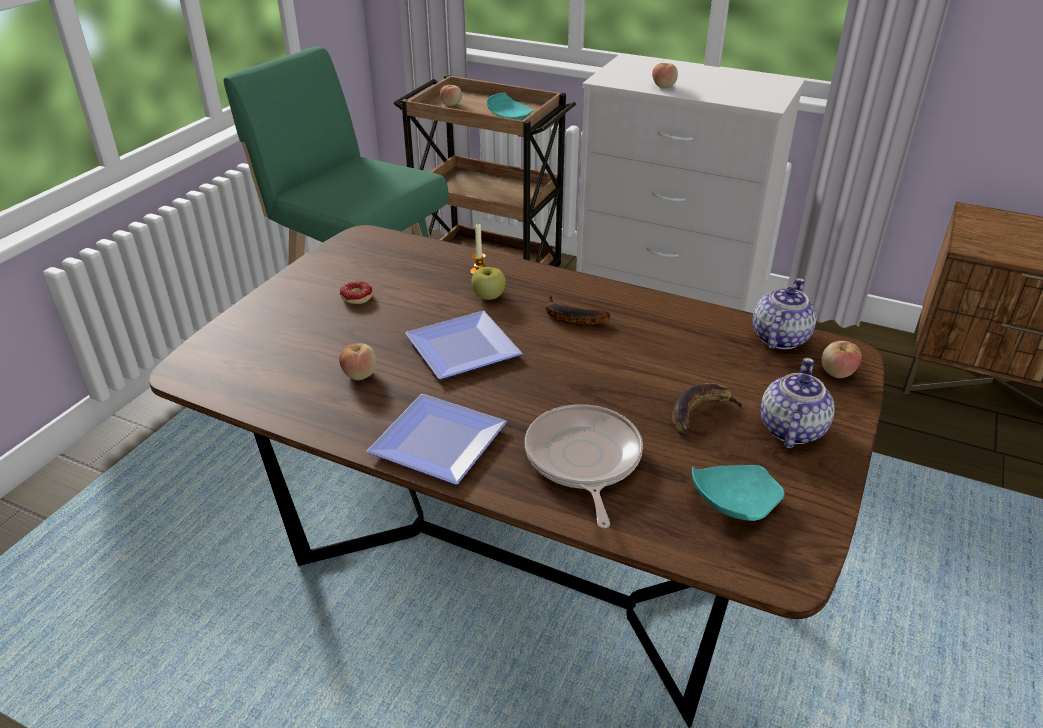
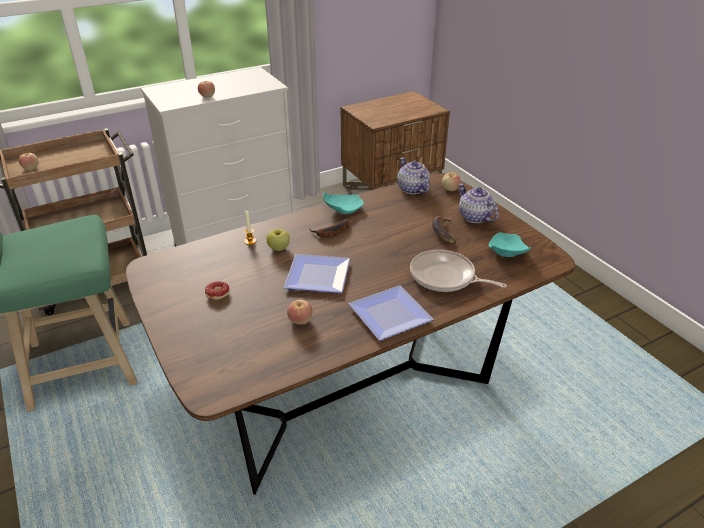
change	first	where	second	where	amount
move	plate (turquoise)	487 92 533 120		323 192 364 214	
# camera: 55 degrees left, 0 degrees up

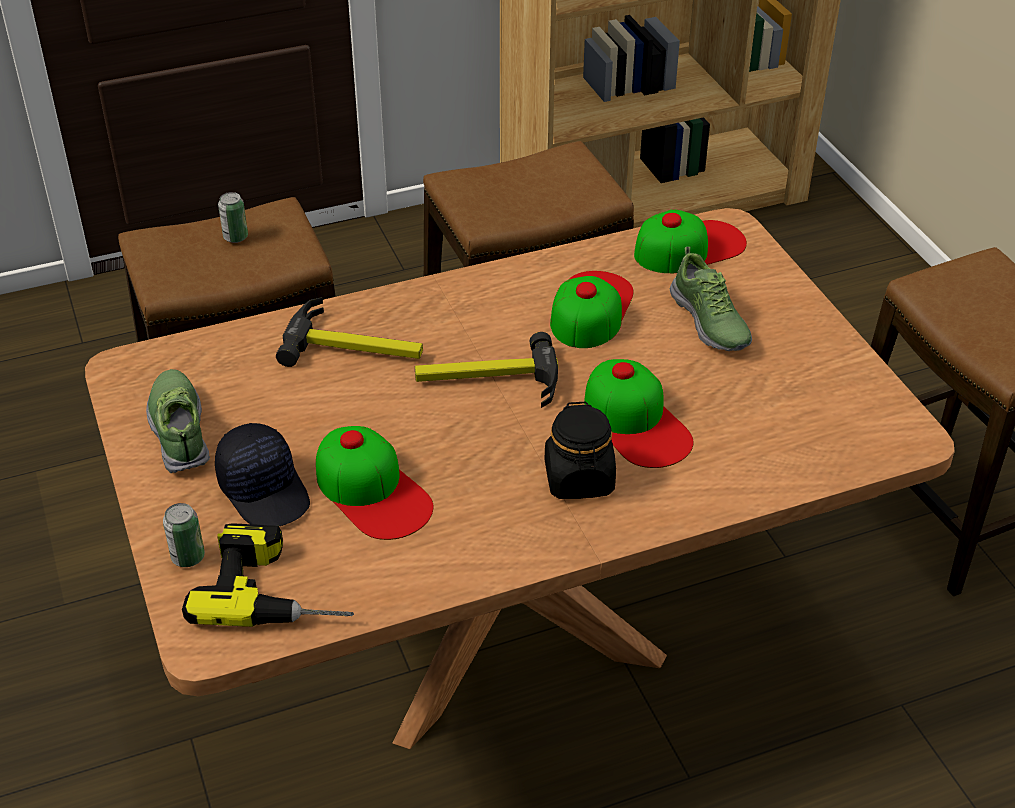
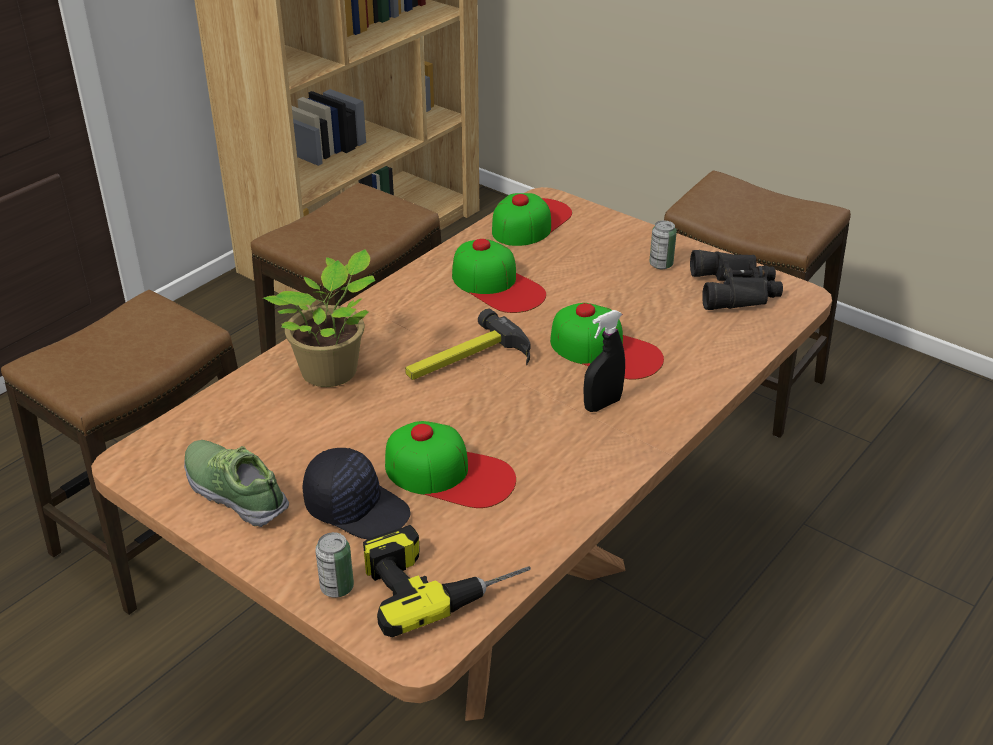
change	first	where	second	where	amount
move	can	218 192 248 243		649 221 677 269	
delete	shoe	670 247 752 351			
rotate	cap	550 271 633 348		452 239 546 313	150 degrees clockwise
replace	hammer	276 297 423 367	potted plant	263 249 376 387	
replace	jar (black)	545 401 616 499	spray bottle (black)	584 310 625 412	
insert			binoculars (black)	690 250 783 310	
# camera: 30 degrees left, 5 degrees down

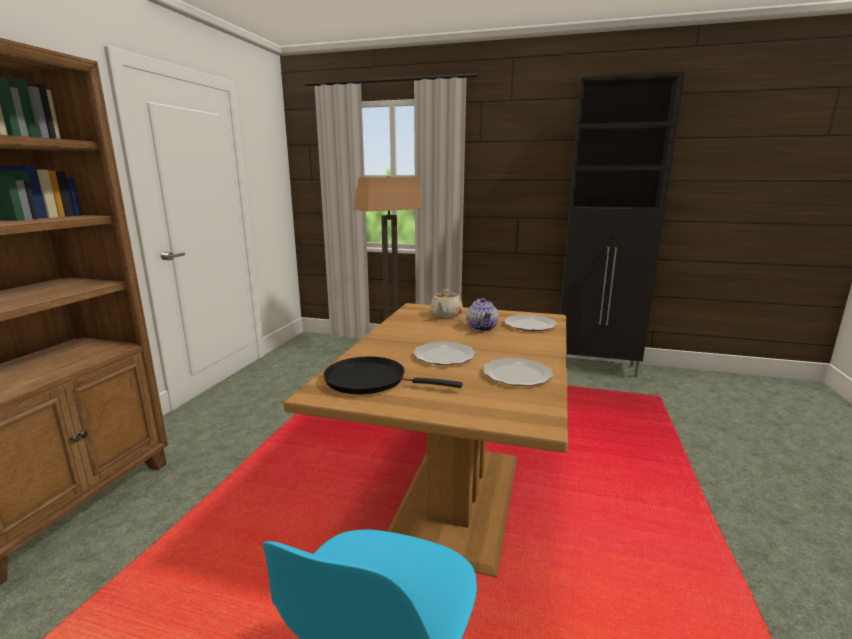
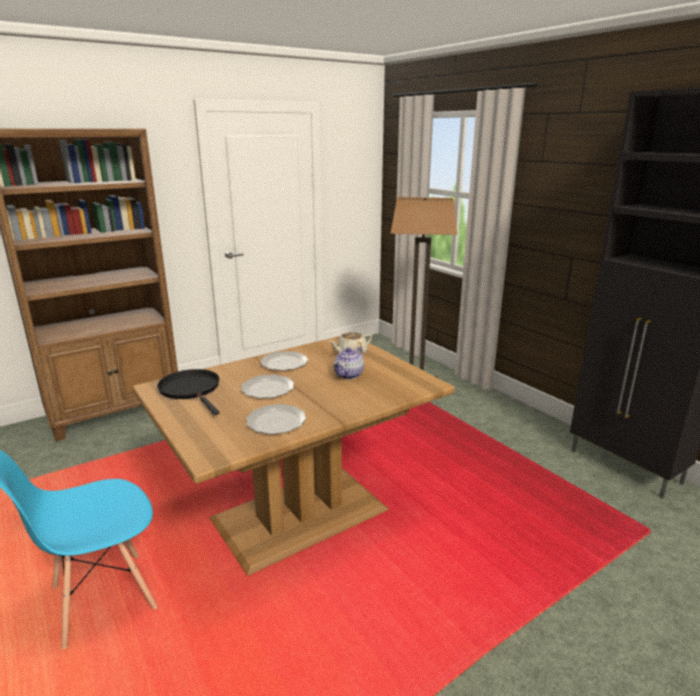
change	first	where	second	where	amount
move	plate	504 315 557 331		260 351 308 371	
# camera: 40 degrees right, 5 degrees up

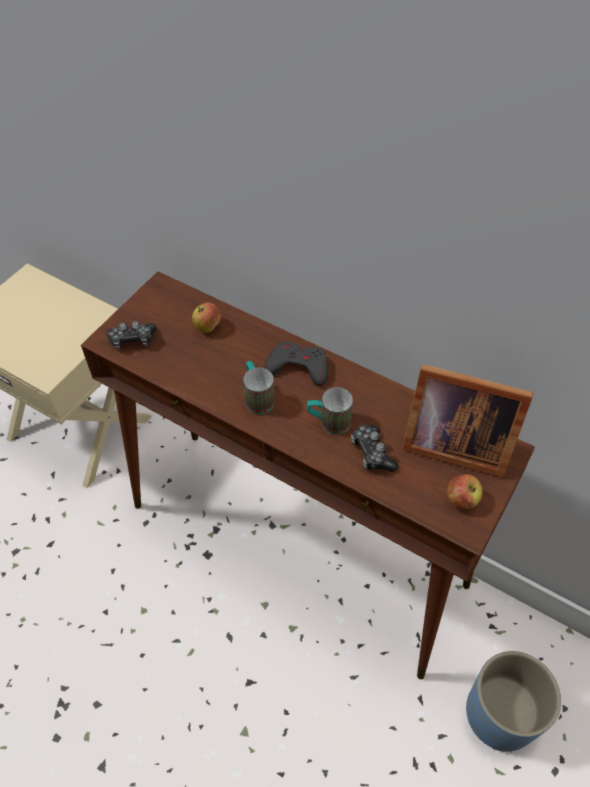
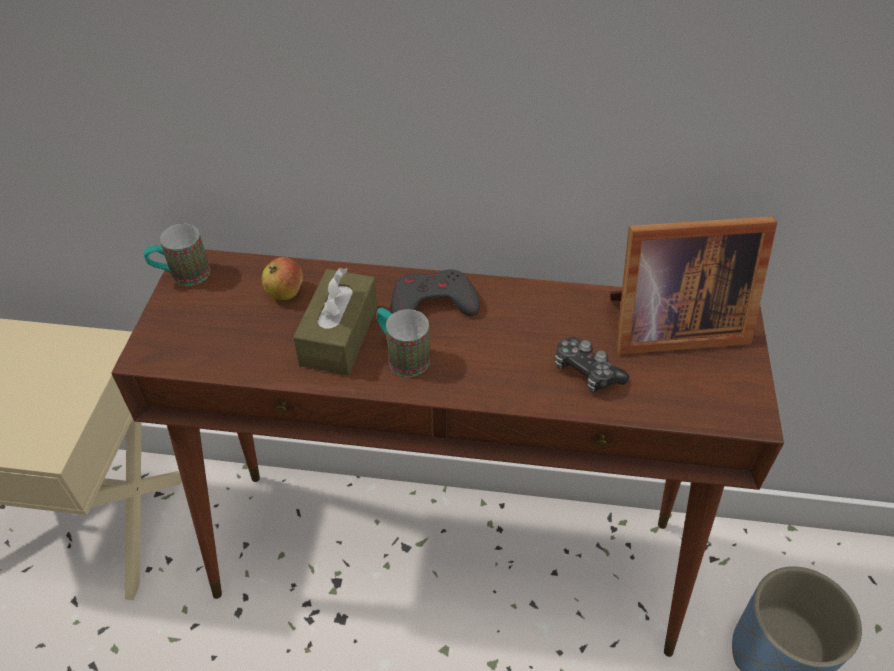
change	first	where	second	where	amount
delete	game controller	106 321 157 350			
move	mug	307 387 353 435		143 223 210 286	
delete	apple	447 474 483 509			
insert			tissue box (brown)	293 268 377 375	
# camera: 25 degrees left, 5 degrees down

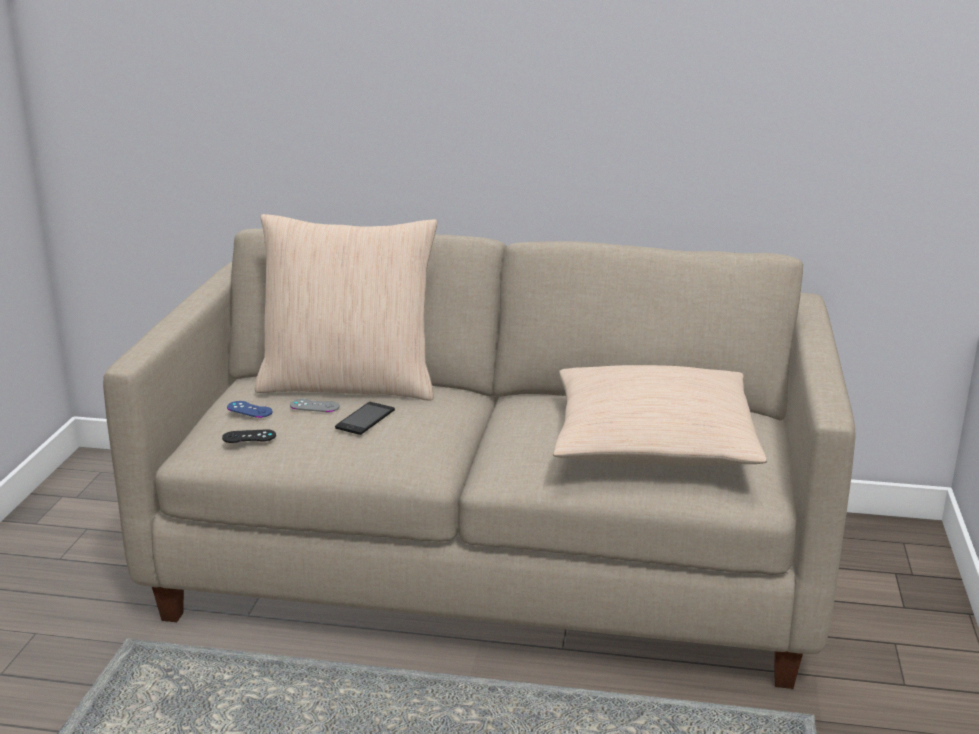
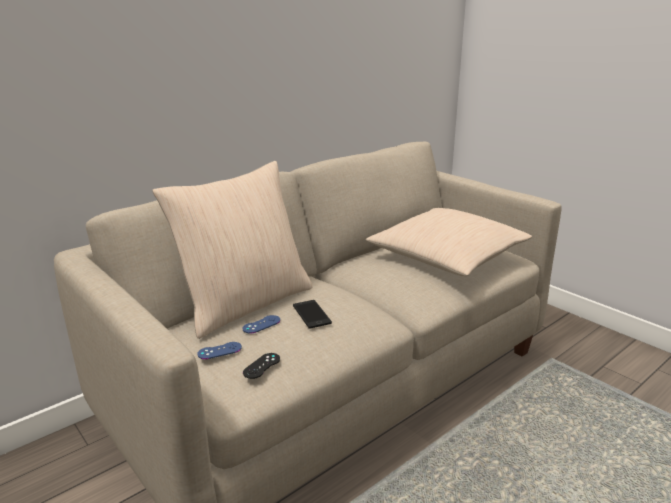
change	first	where	second	where	amount
recolor	game controller (grey)	290 399 340 412	game controller (blue)	242 315 280 334	
# camera: 50 degrees left, 0 degrees up

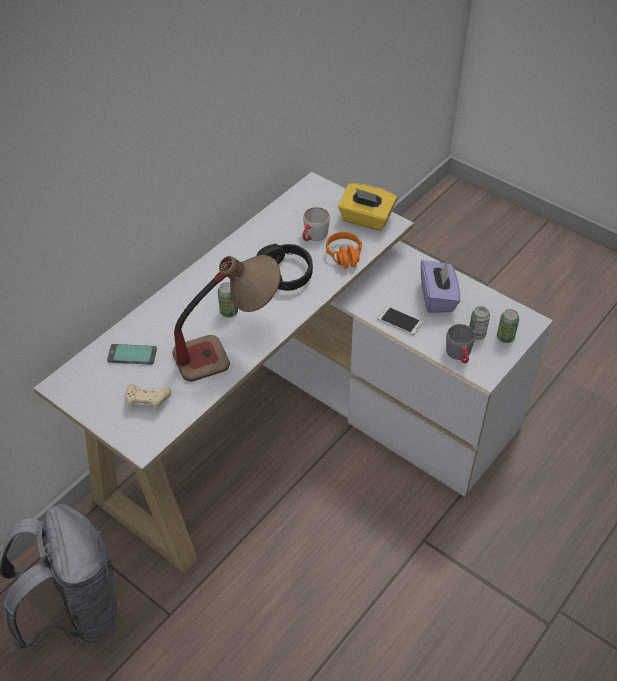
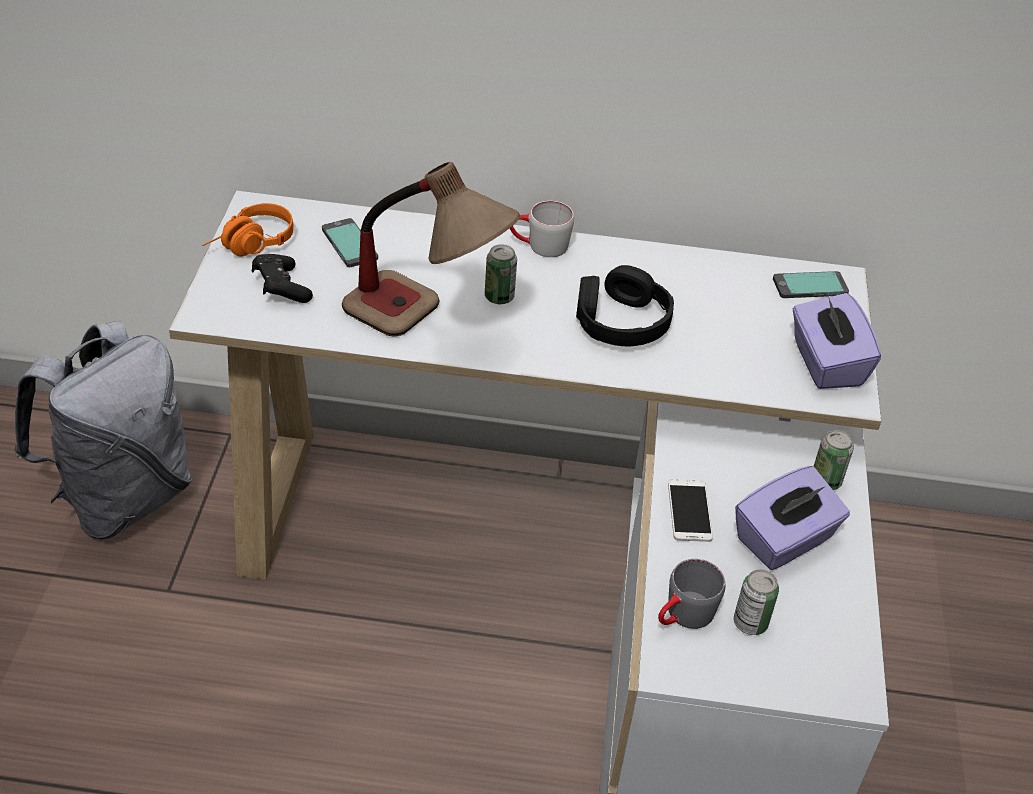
change	first	where	second	where	amount
recolor	tissue box (yellow)	338 183 397 231	tissue box (purple)	793 293 881 389	
move	mug (grey)	302 207 330 241		510 201 574 257	
move	headphones (orange)	326 232 362 274		202 203 293 257	
move	can	497 309 519 343		814 429 854 490	
recolor	game controller (beige)	125 384 171 410	game controller (black)	252 254 313 303	
insert			phone	773 271 849 298	
# camera: 55 degrees right, 5 degrees down

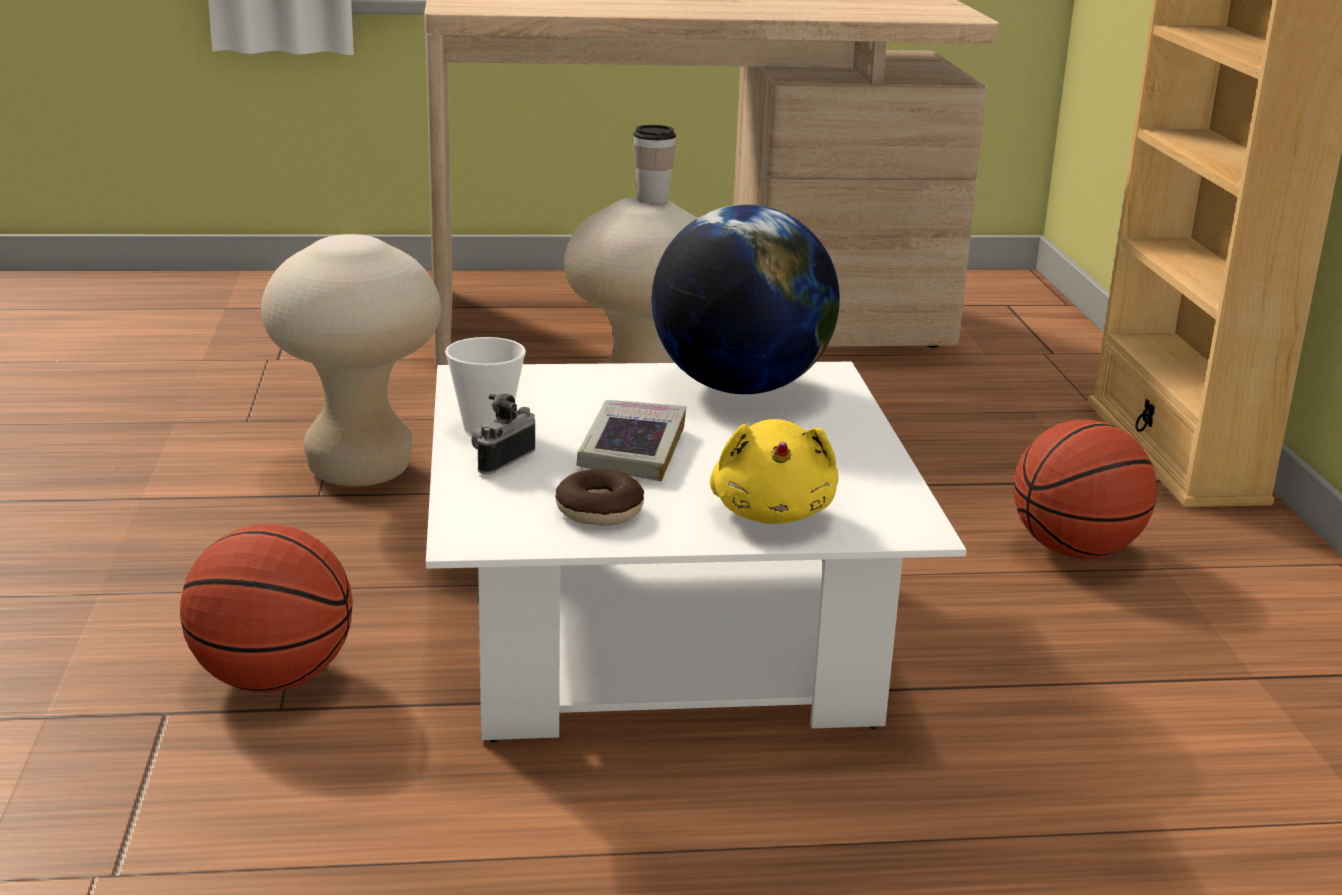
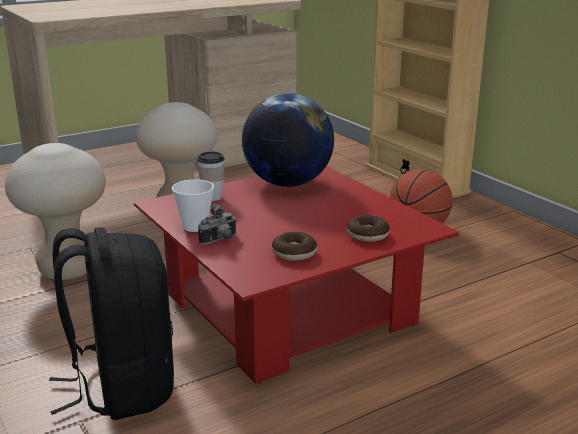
change	first	where	second	where	amount
move	cup	633 125 676 204		197 152 224 201	
recolor	coffee table (white)	426 362 966 743	coffee table (red)	134 166 459 384	
rotate	photo camera	472 393 535 474		198 204 237 245	135 degrees counterclockwise
delete	book	576 400 686 481			
replace	plush toy (yellow)	710 419 839 524	donut	347 215 390 242	
replace	basketball	180 524 353 692	backpack (black)	49 227 174 420	
# camera: 25 degrees left, 0 degrees up

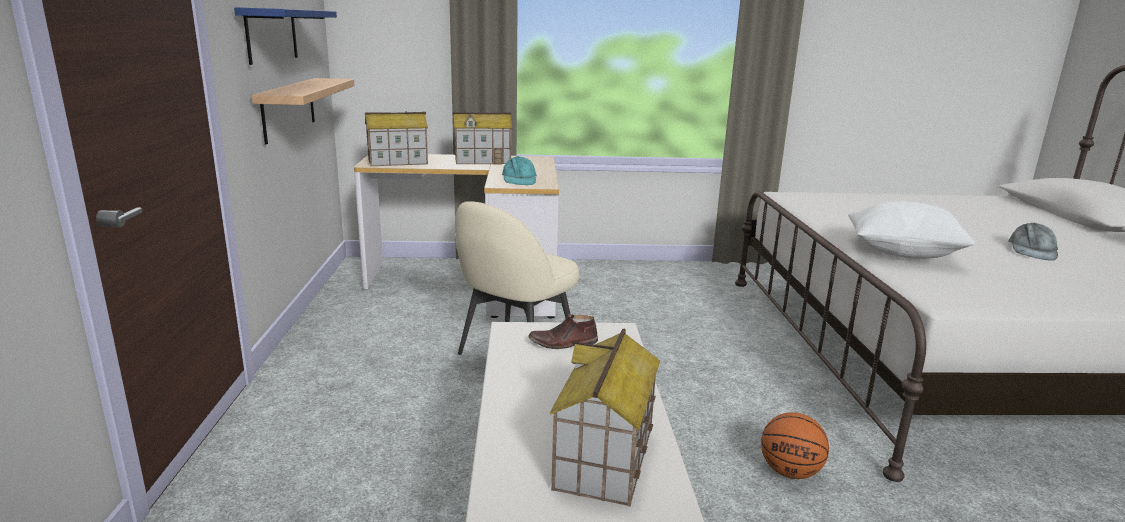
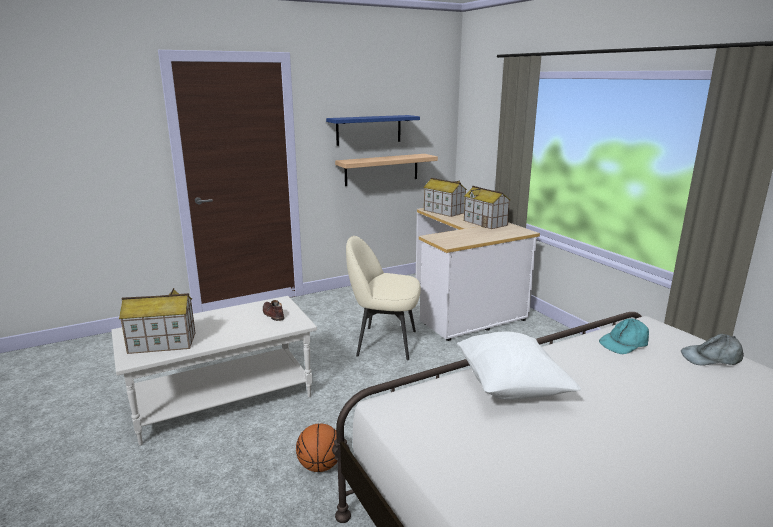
change	first	where	second	where	amount
move	cap (turquoise)	502 156 537 185		599 319 649 354	
move	cap (grey)	1008 222 1058 261		681 334 744 365	
# camera: 65 degrees right, 0 degrees up

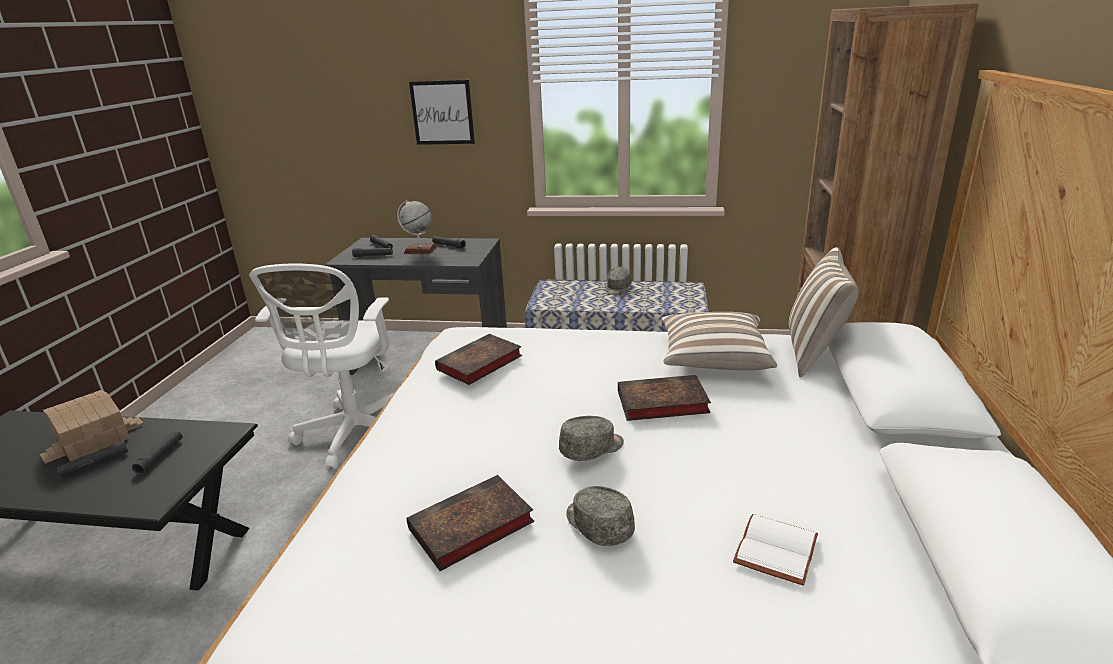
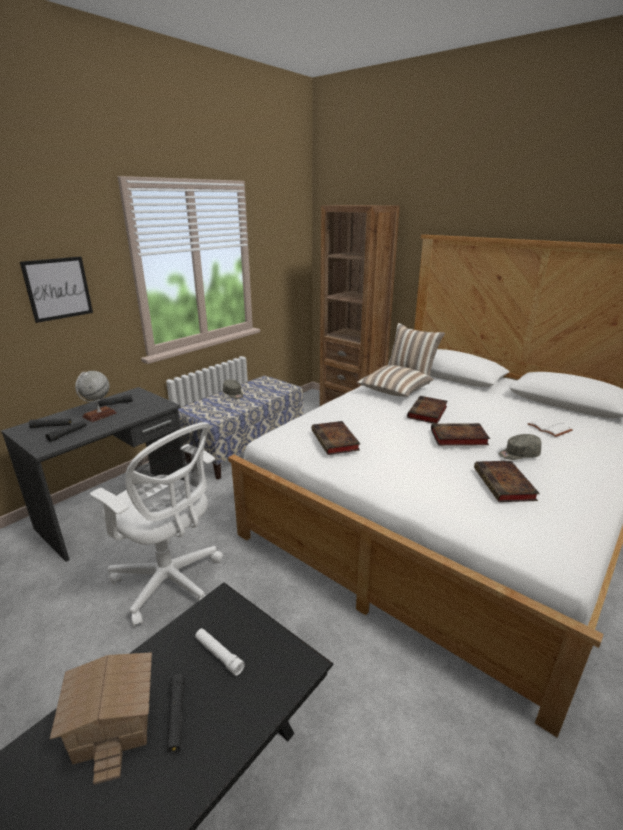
change	first	where	second	where	amount
replace	cap (grey)	559 416 624 461	book	431 423 490 446	
recolor	flashlight (black)	132 431 183 475	flashlight (white)	195 628 245 676	
# camera: 60 degrees left, 0 degrees up

